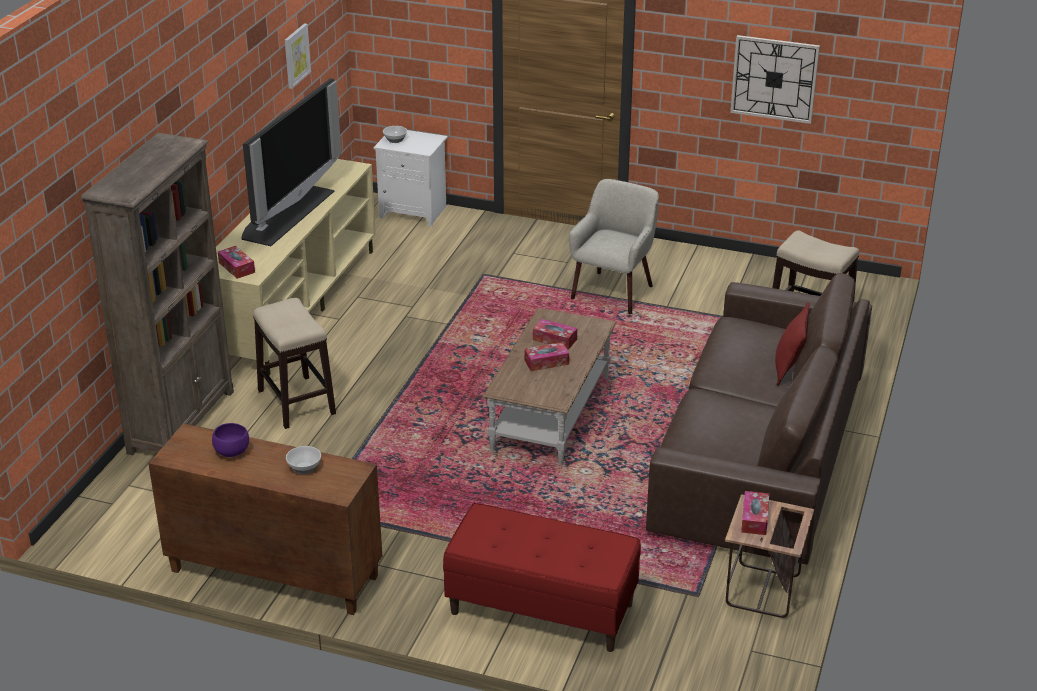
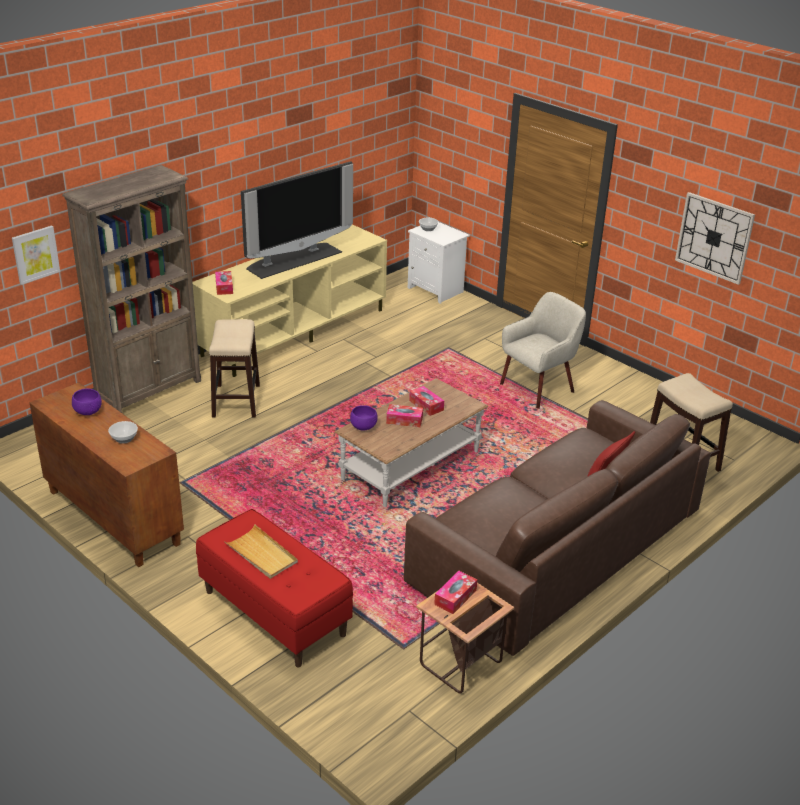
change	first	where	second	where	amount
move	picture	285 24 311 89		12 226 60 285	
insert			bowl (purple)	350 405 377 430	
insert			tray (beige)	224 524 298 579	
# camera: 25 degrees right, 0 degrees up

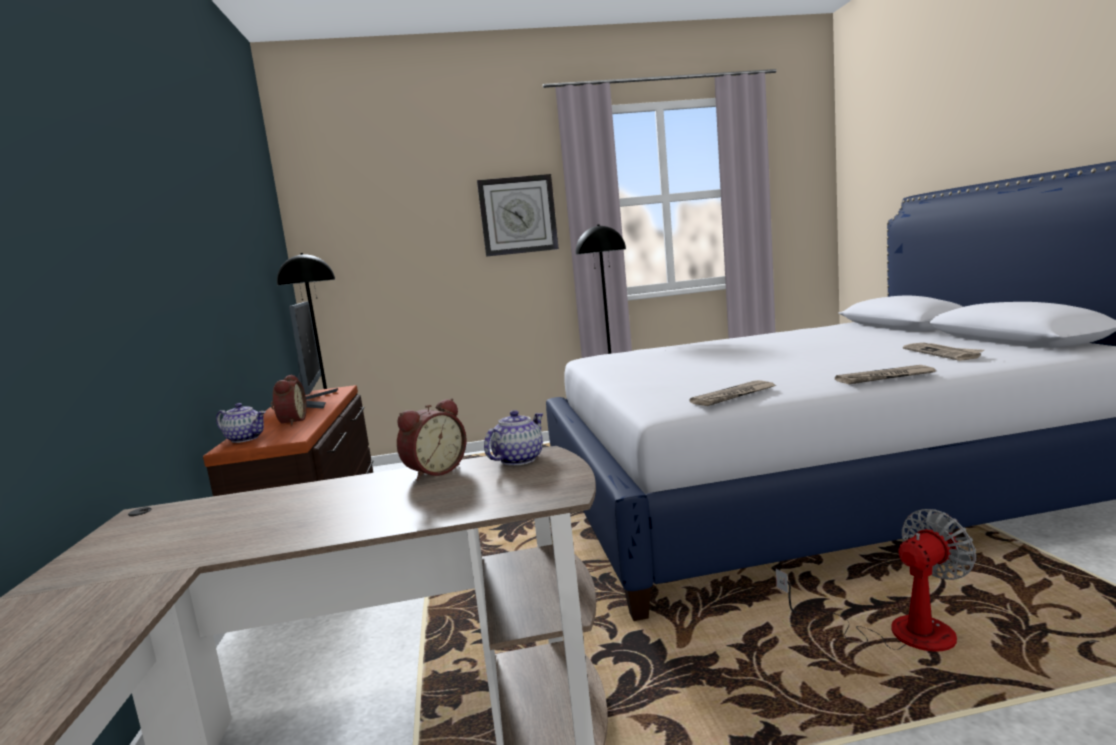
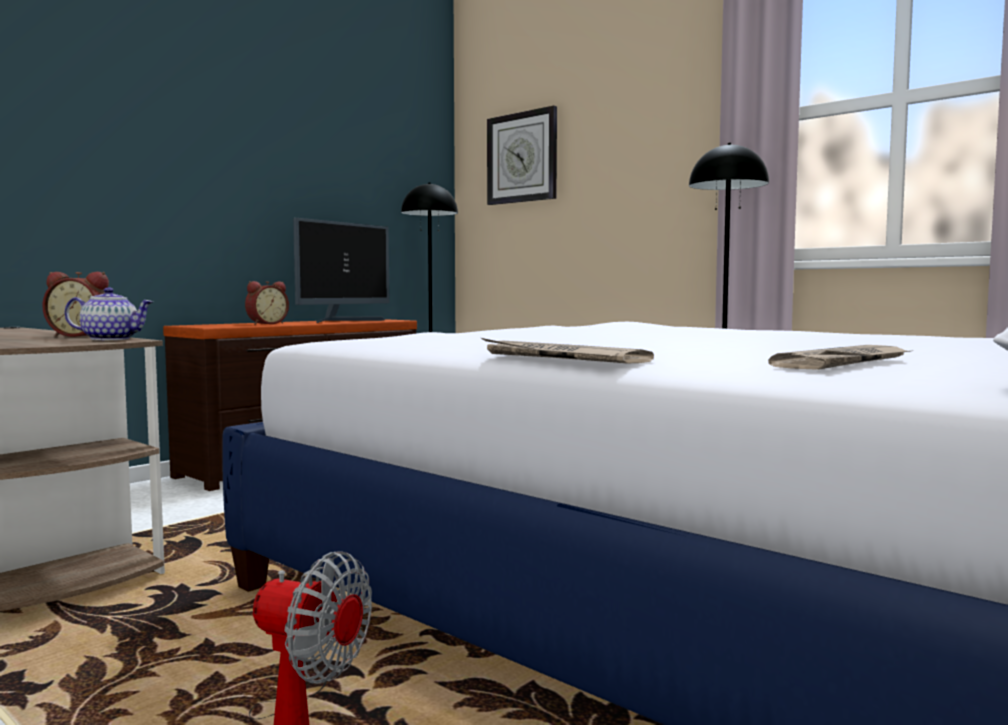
change	first	where	second	where	amount
move	wall clock	477 174 559 257		487 106 557 205	
delete	newspaper	689 380 776 406			
delete	teapot	216 403 266 443			
# camera: 50 degrees right, 5 degrees down

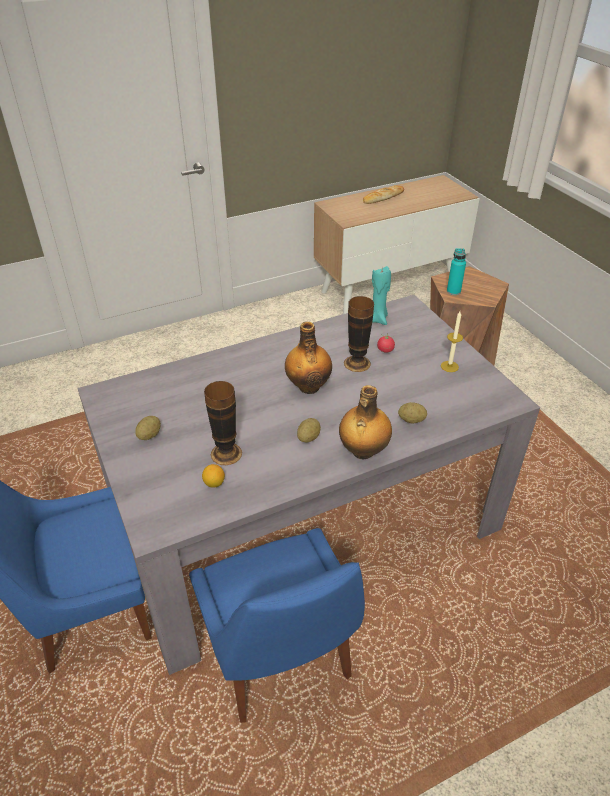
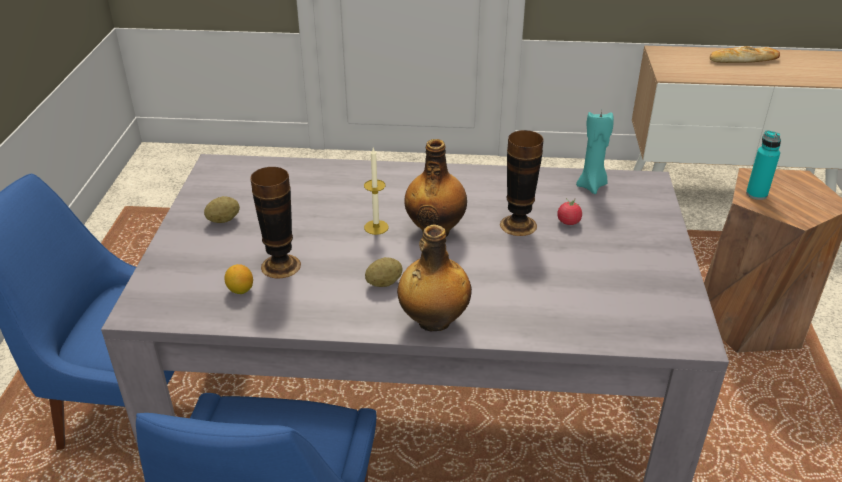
change	first	where	second	where	amount
move	candle	441 312 463 372		364 148 389 235	
delete	potato	398 402 427 423			
# camera: 30 degrees right, 5 degrees down

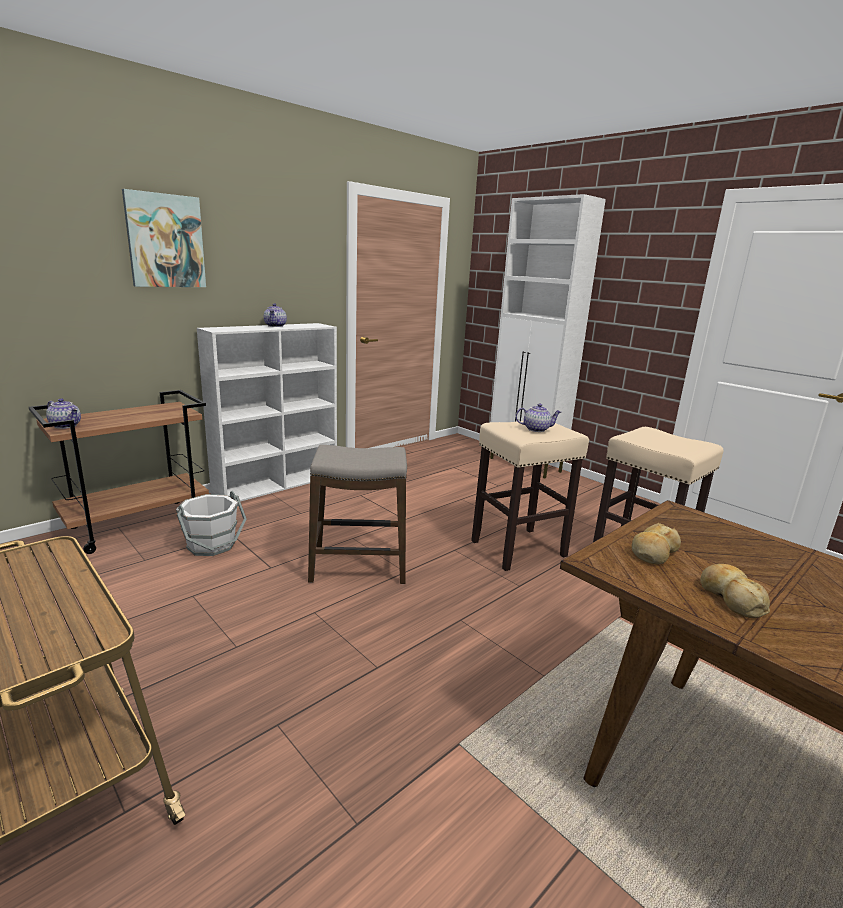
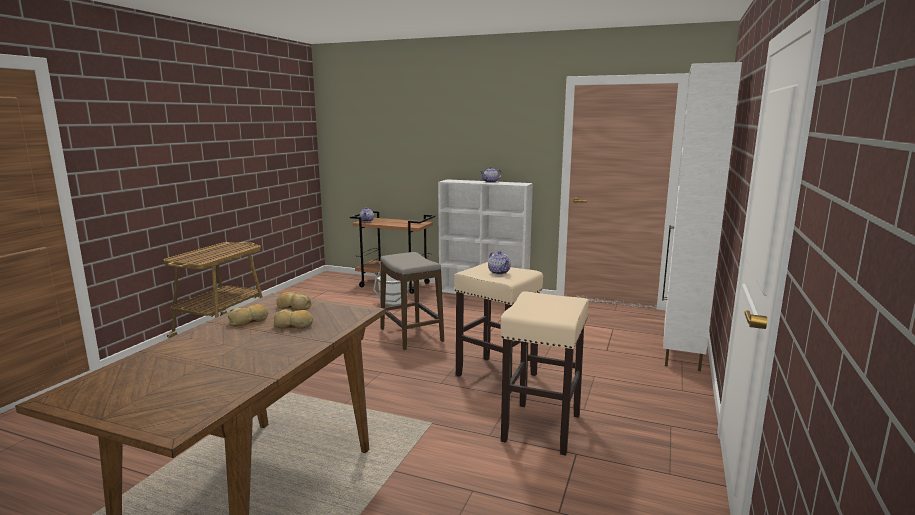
change	first	where	second	where	amount
delete	picture	122 189 206 287			
insert			bread	273 309 313 329	
# camera: 65 degrees right, 5 degrees down

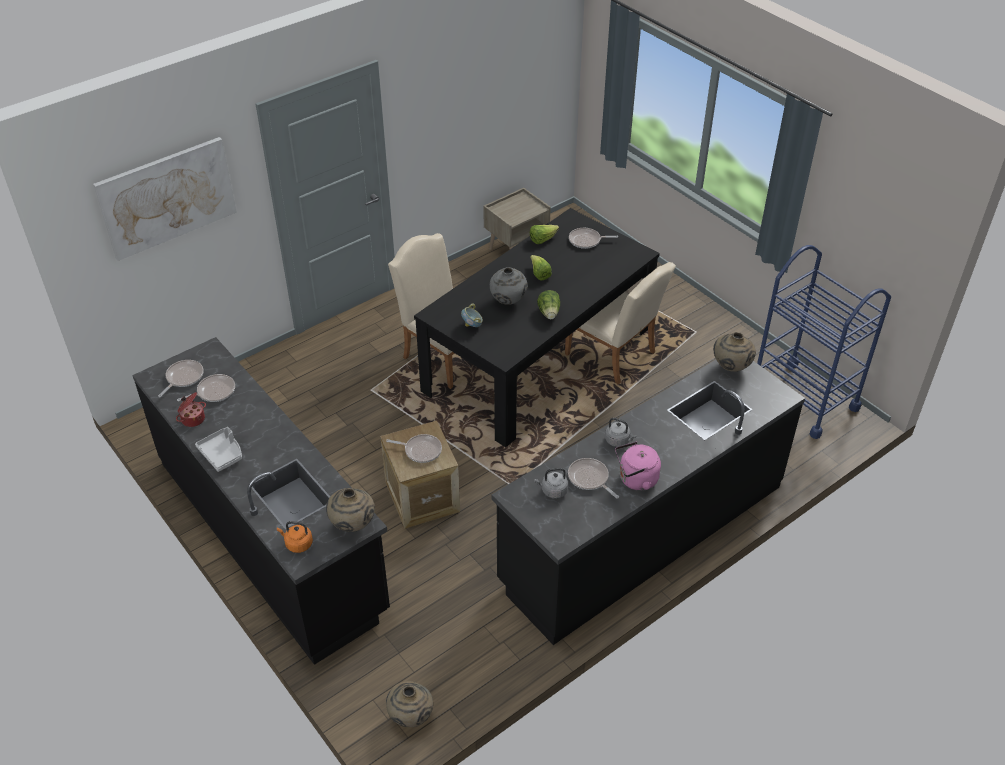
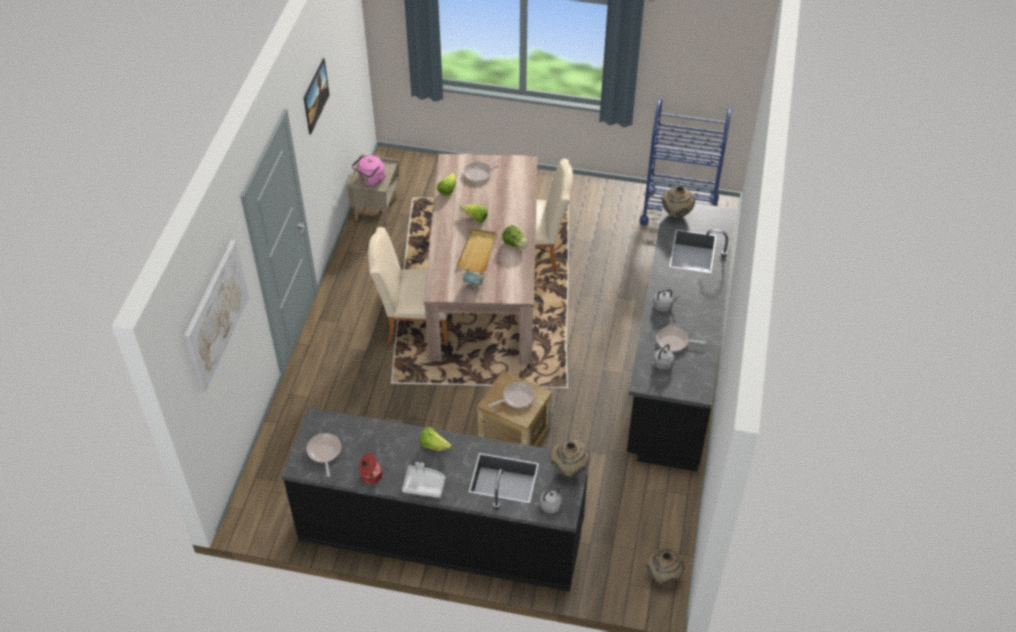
change	first	where	second	where	amount
recolor	dining table (black)	414 208 660 447	dining table (beige)	424 154 538 364	
replace	vase (grey)	490 267 528 305	tray (beige)	457 229 496 272	
delete	frying pan	177 374 235 402			
move	kettle (pink)	615 442 661 491		352 155 386 186	
recolor	kettle (orange)	277 521 313 553	kettle (grey)	534 487 563 513	
insert			picture	304 58 330 134	
insert			lettuce	420 427 452 451	
# camera: 40 degrees left, 5 degrees up

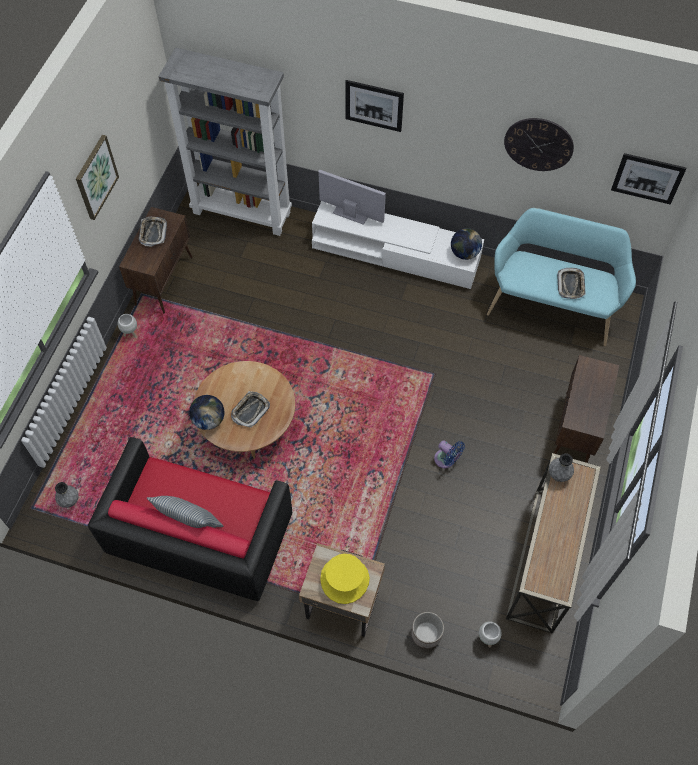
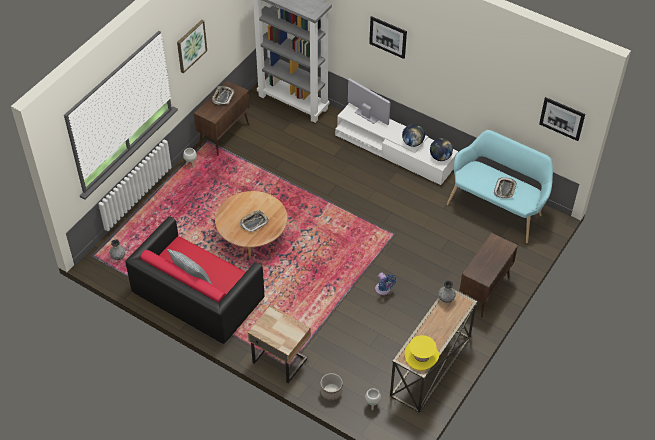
change	first	where	second	where	amount
delete	wall clock	504 118 574 171			
move	globe	189 395 224 430		402 124 425 147	
move	hat (yellow)	320 554 370 604		405 335 439 370	
# camera: 15 degrees right, 10 degrees down

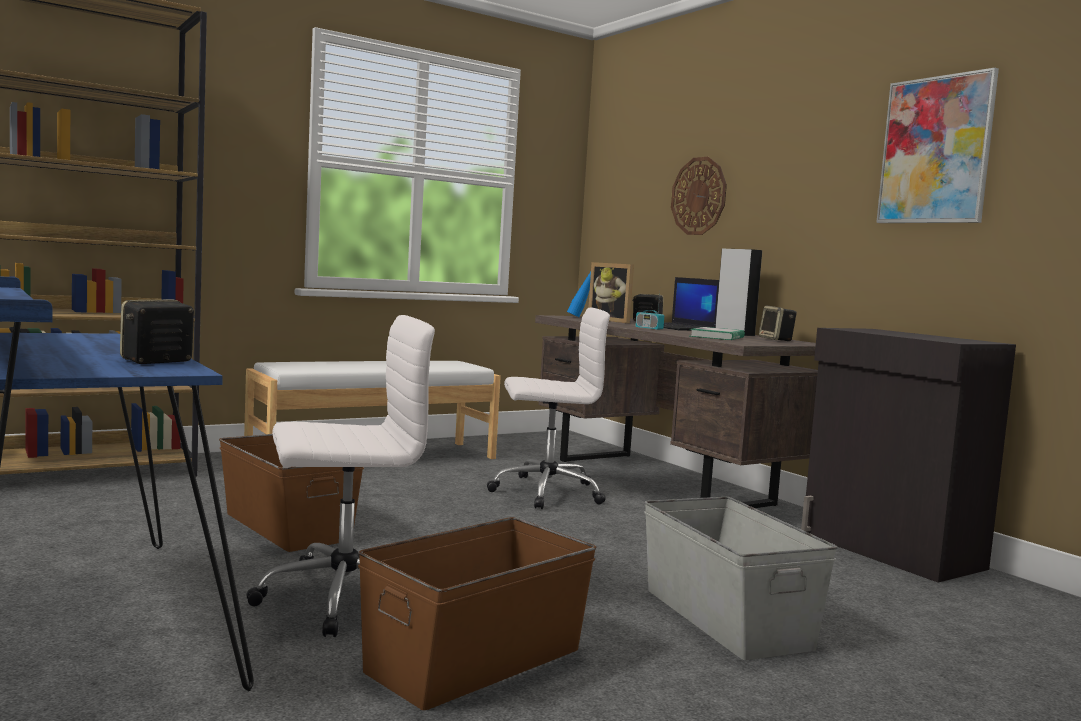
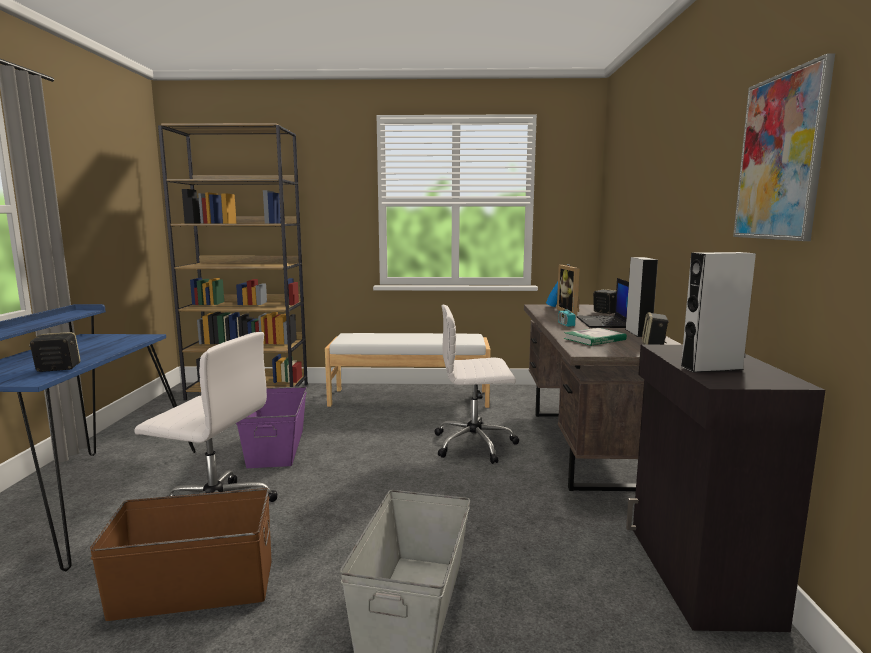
change	first	where	second	where	amount
delete	wall clock	671 157 727 235			
rotate	office chair (white)	487 308 610 509		435 305 519 464	150 degrees clockwise
recolor	storage box (brown)	219 434 364 552	storage box (purple)	236 386 307 468	
insert			speaker (grey)	680 252 756 373	
# camera: 35 degrees right, 5 degrees up

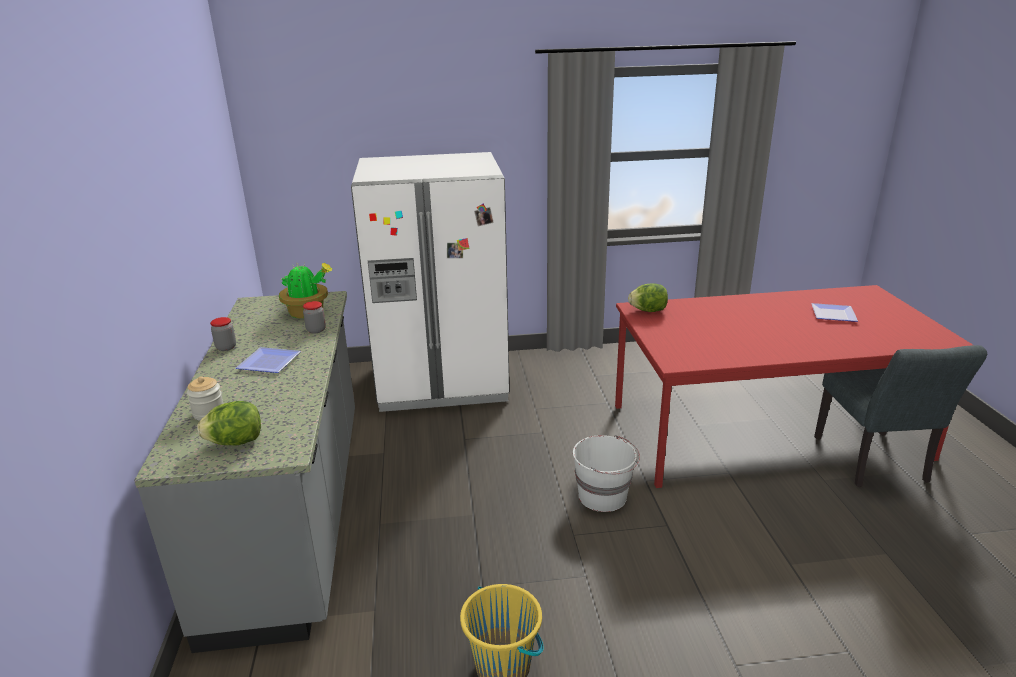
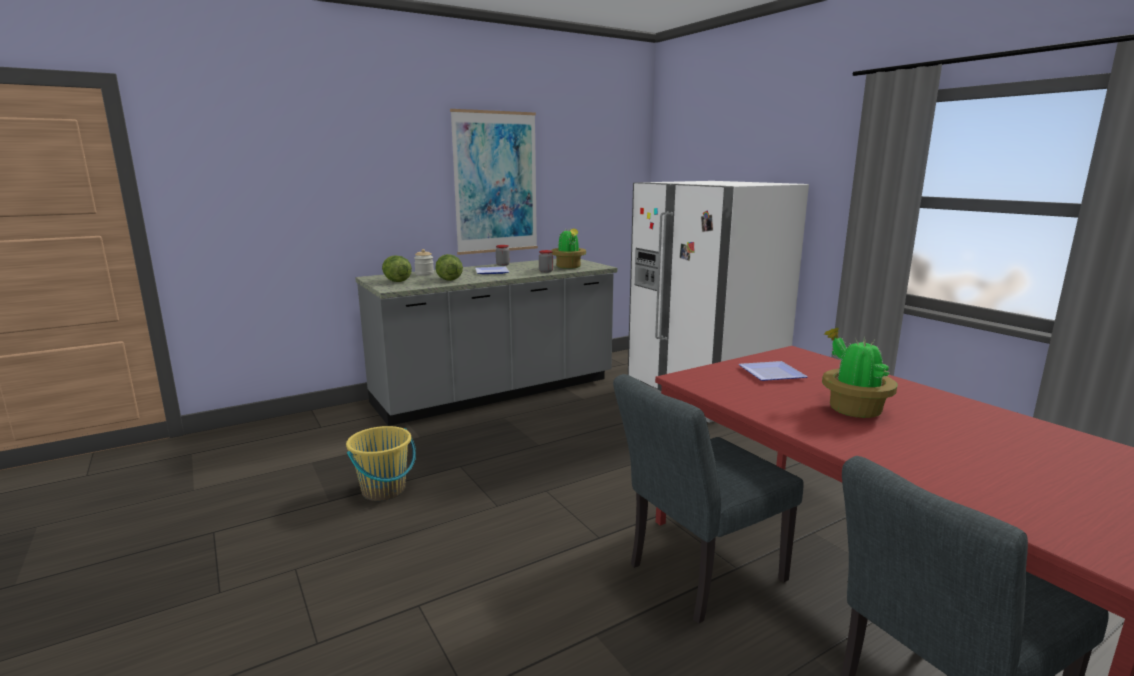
change	first	where	second	where	amount
move	lettuce	628 283 668 312		435 254 463 281	
move	plate	811 303 858 322		738 361 808 381	
delete	bucket (white)	573 435 640 512			
insert			picture	450 109 538 255	
insert			potted plant	822 328 897 418	
insert			chair (grey)	613 374 803 624	
# camera: 65 degrees right, 10 degrees down

